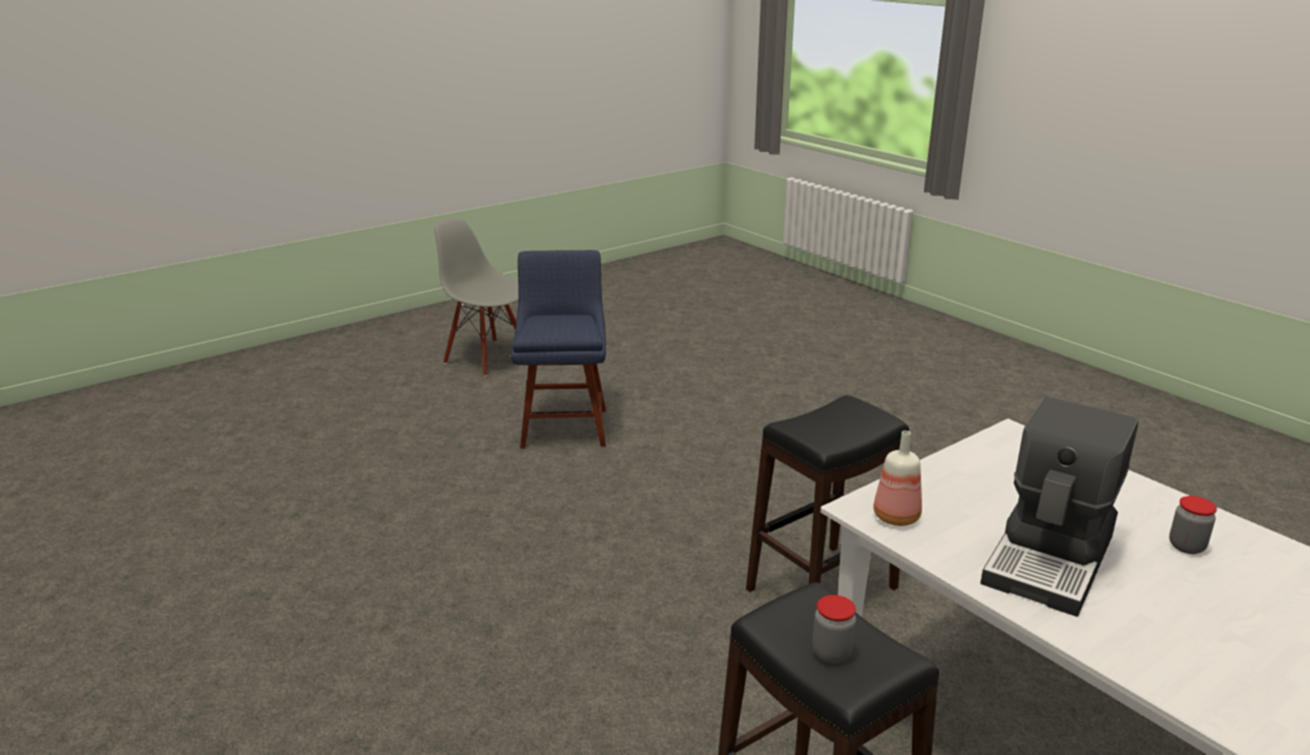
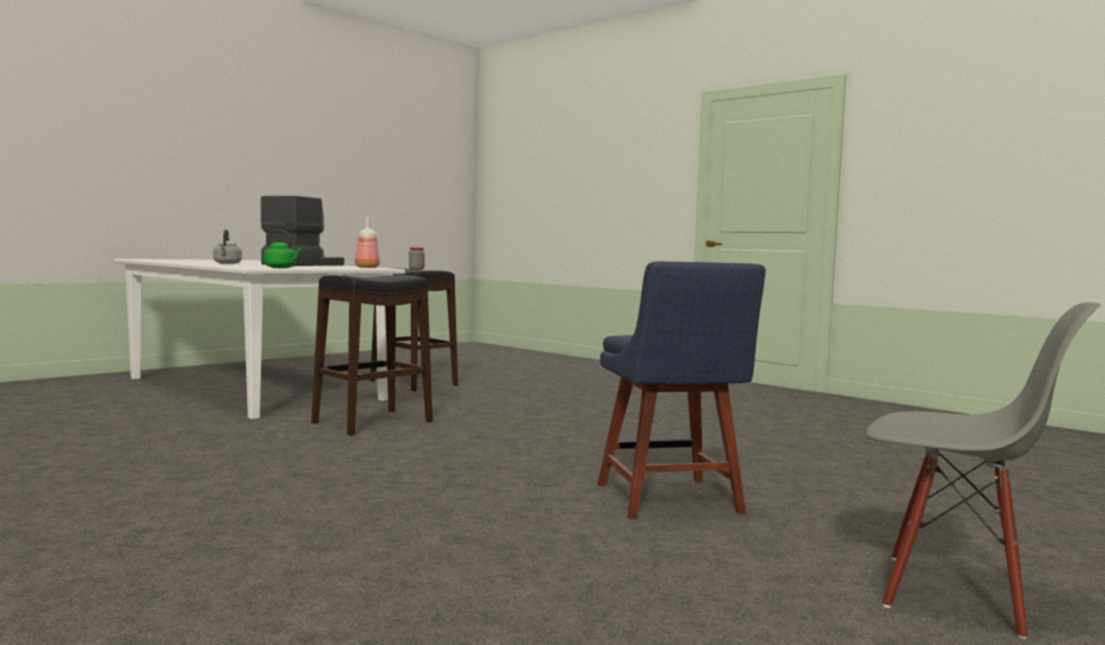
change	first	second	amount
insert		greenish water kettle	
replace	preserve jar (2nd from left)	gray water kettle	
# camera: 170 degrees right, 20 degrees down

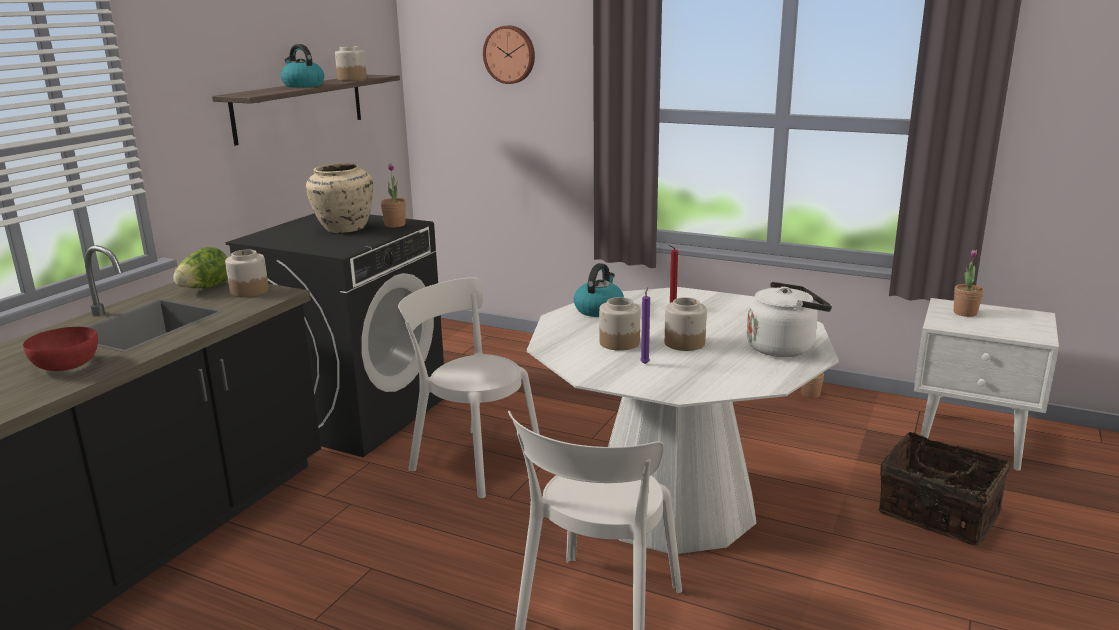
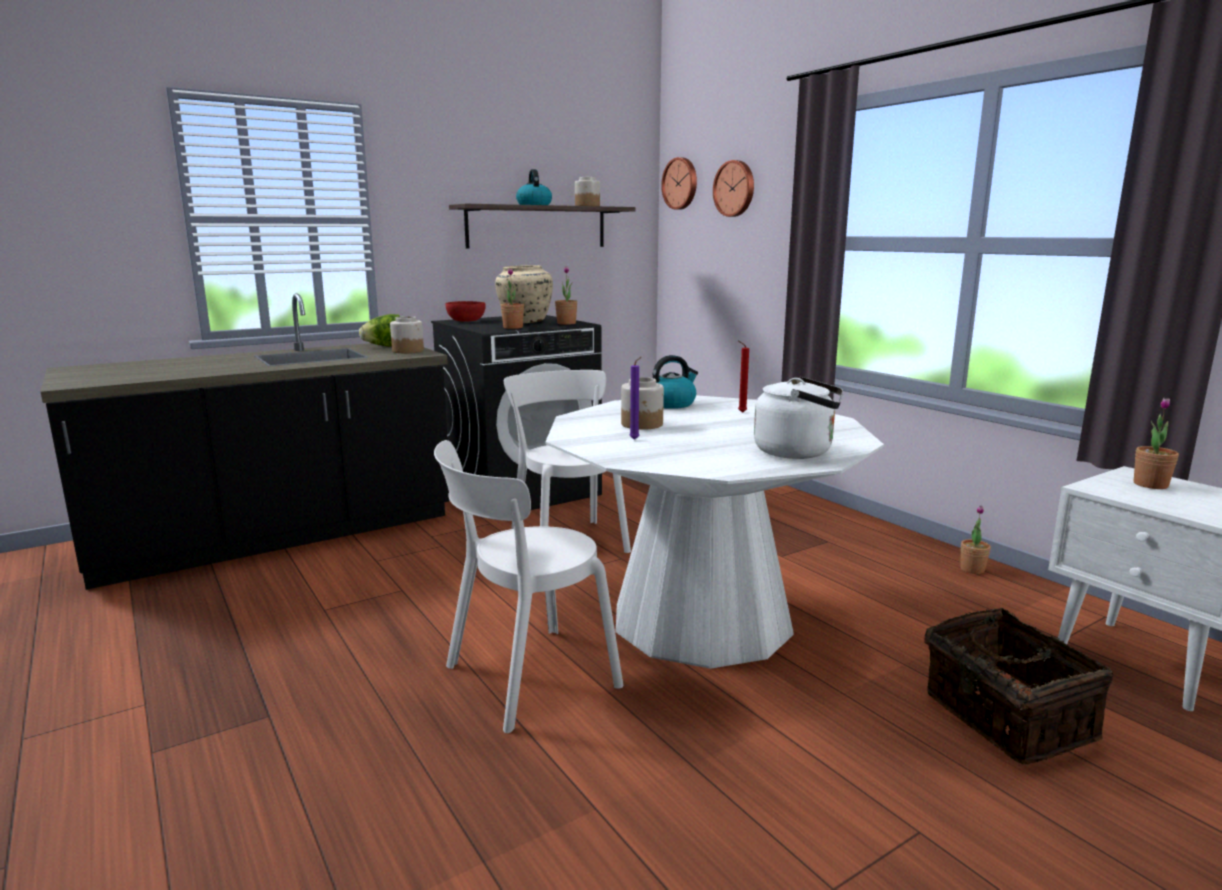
change	first	second	amount
delete	preserve jar (4th from left)		
insert		houseplant (1st from left)	
insert		hanging clock (1st from left)	
move	red bowl		
# camera: 30 degrees right, 5 degrees down

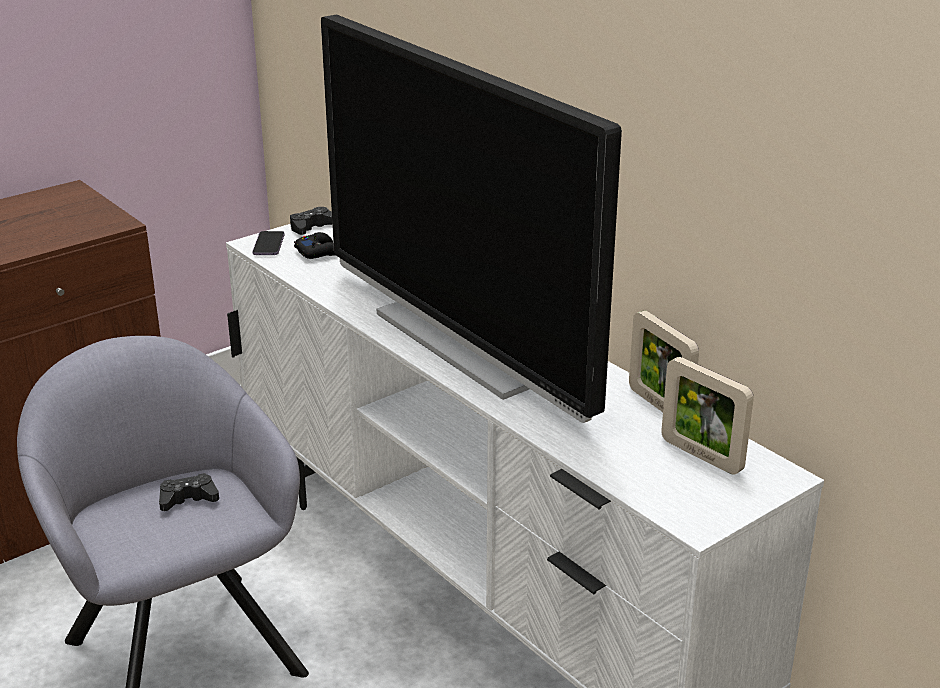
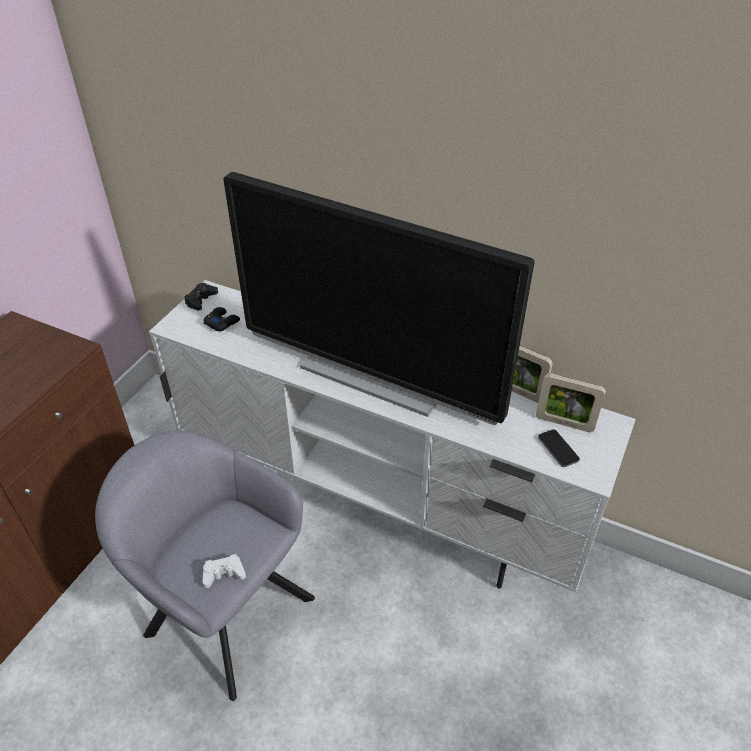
change	first	second	amount
delete	black game controller (1st from left)		
insert		whitish game controller	
move	phone		
# camera: 25 degrees left, 15 degrees up

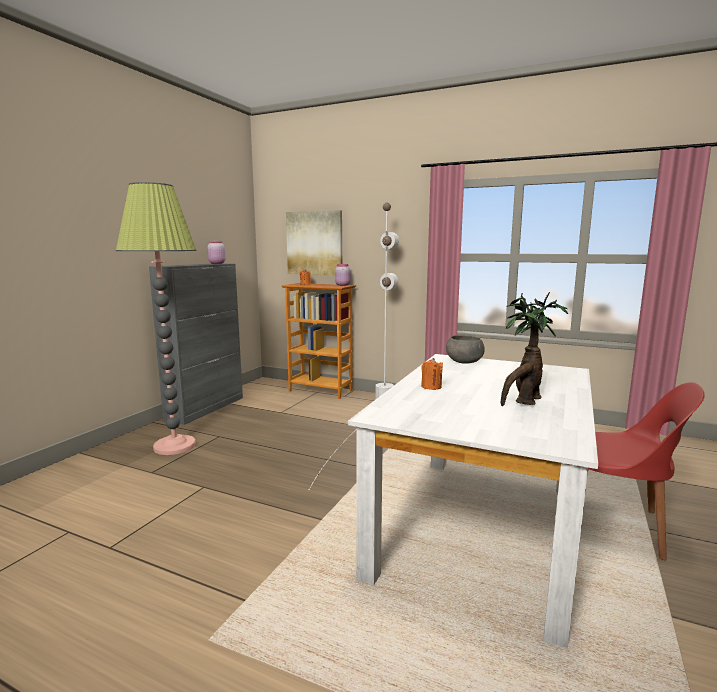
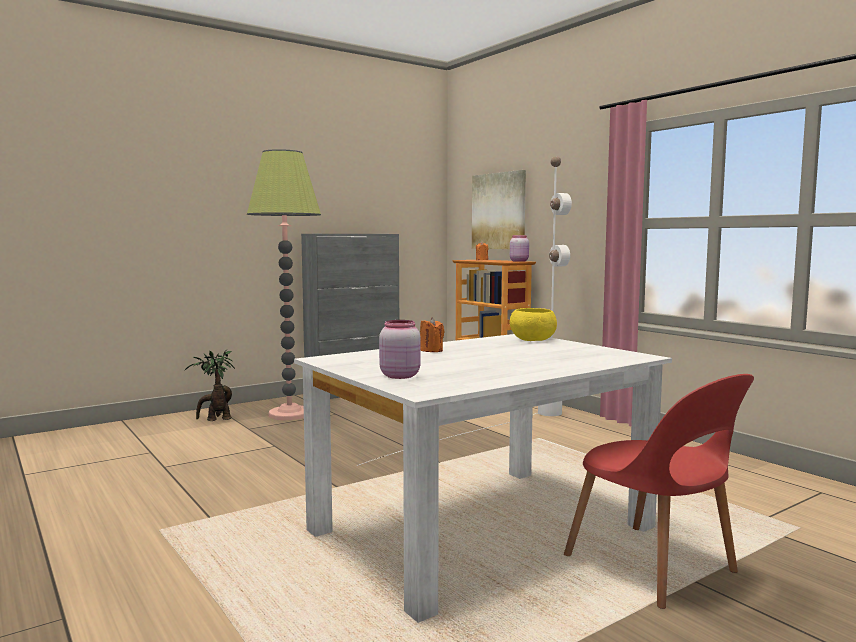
change	first	second	amount
move	pink-coloured preserve jar (1st from left)		
move	houseplant		
recolor	gray bowl	yellow bowl	
# camera: 30 degrees right, 5 degrees down

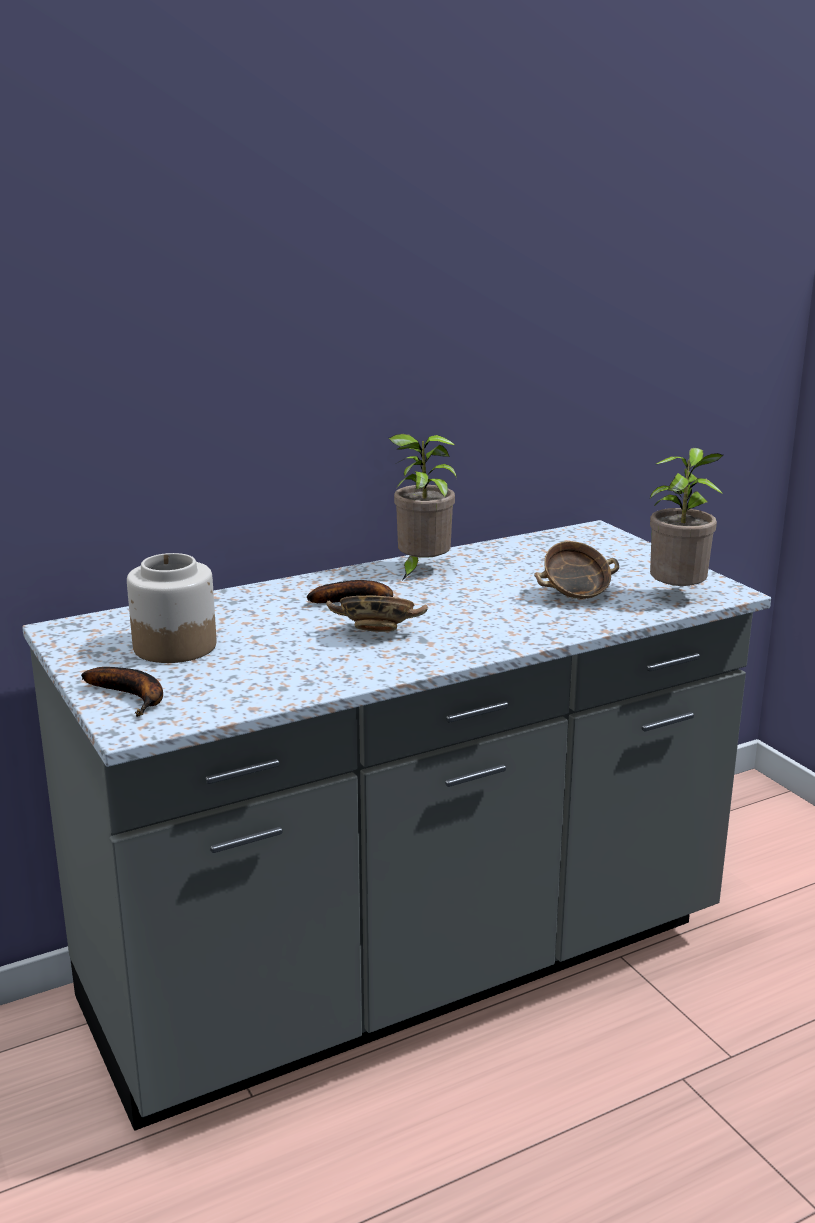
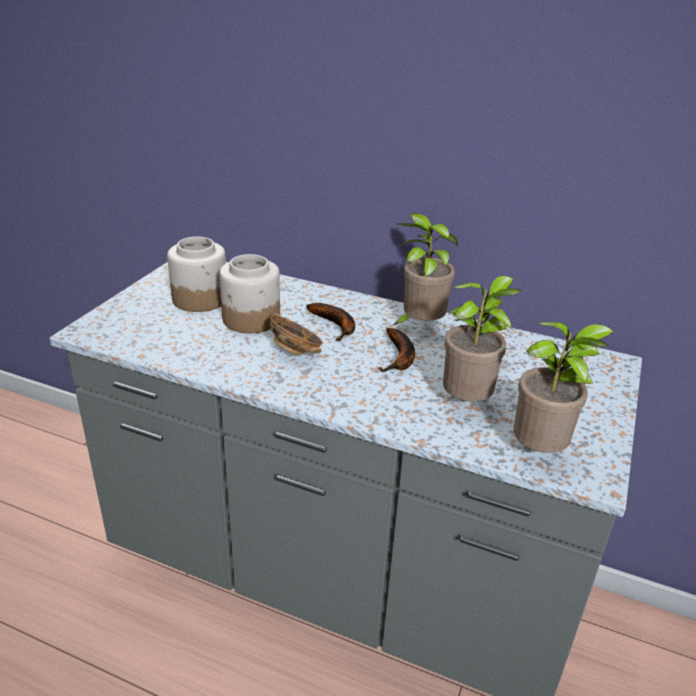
change	first	second	amount
insert		preserve jar (2nd from left)	
move	banana (1st from left in the first image)	banana (2nd from left)	
replace	bowl (2nd from left)	houseplant (2nd from left)	
# camera: 50 degrees right, 10 degrees up

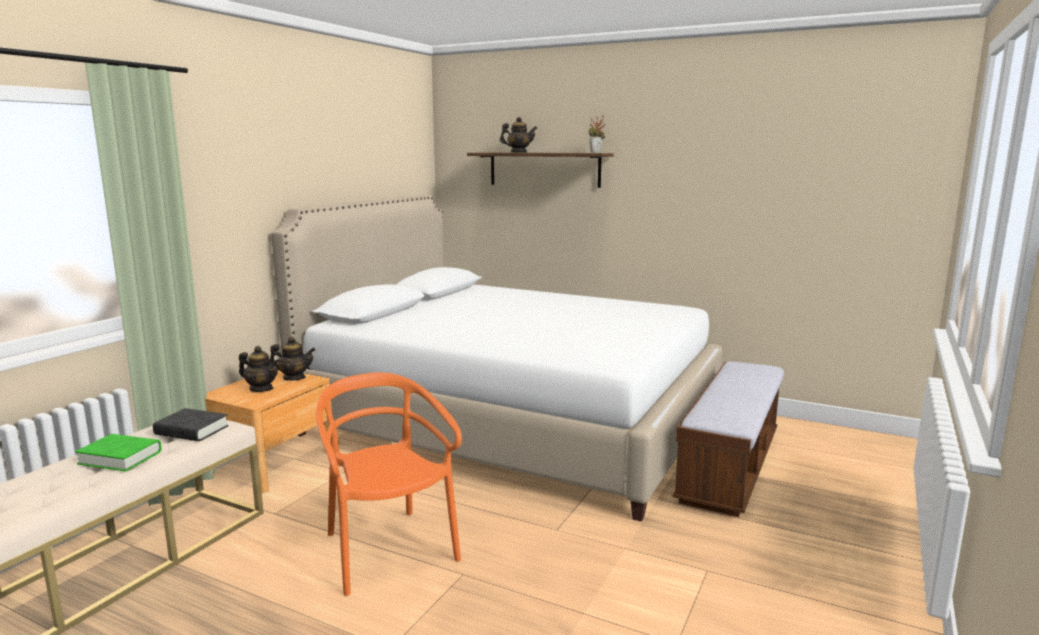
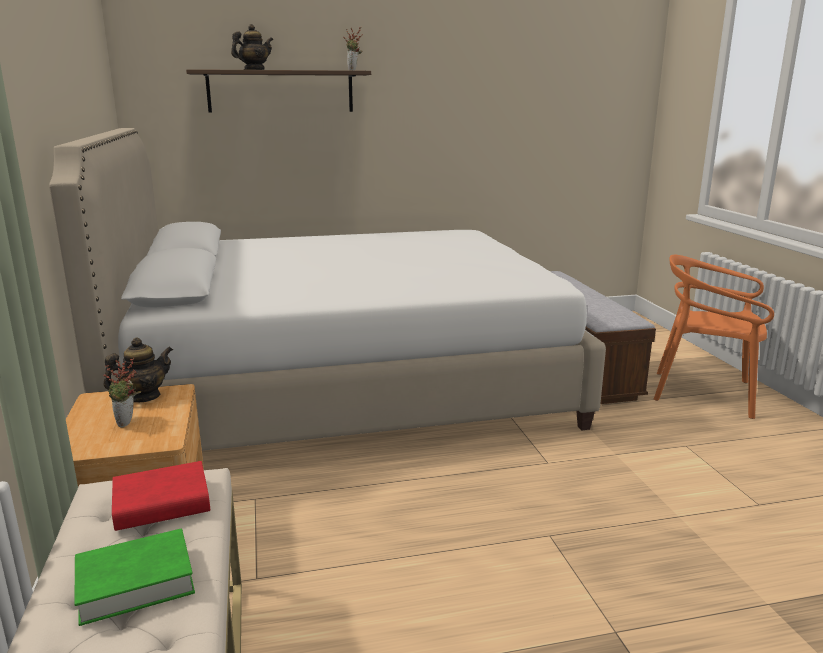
change	first	second	amount
move	orangey upright chair		
replace	pot for tea (1st from left)	houseplant (1st from left)	
recolor	black book	red book	
# camera: 40 degrees left, 5 degrees up

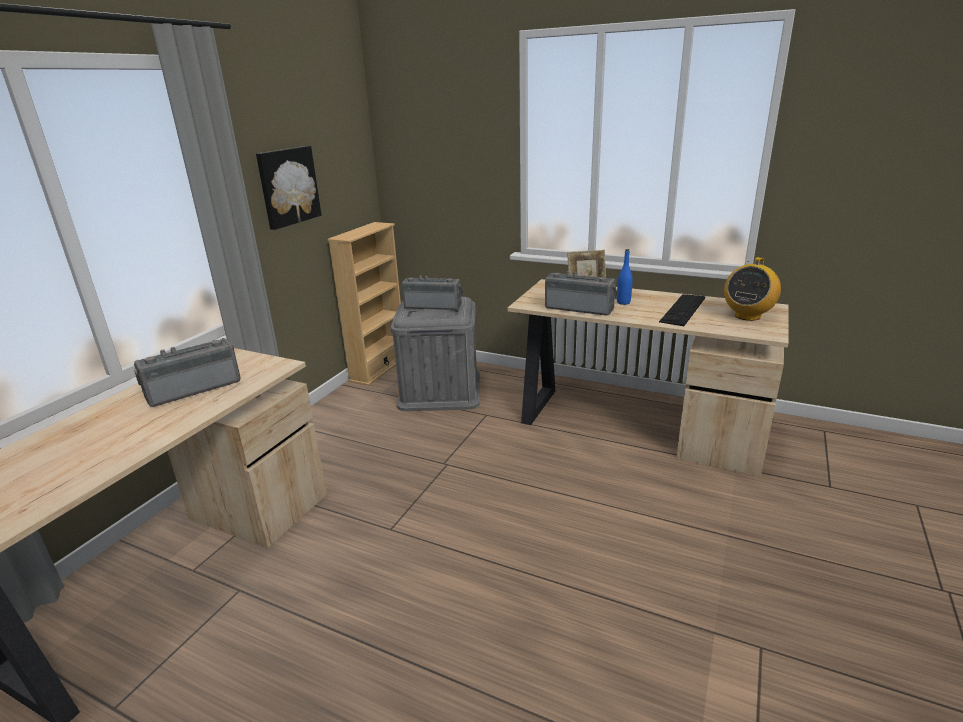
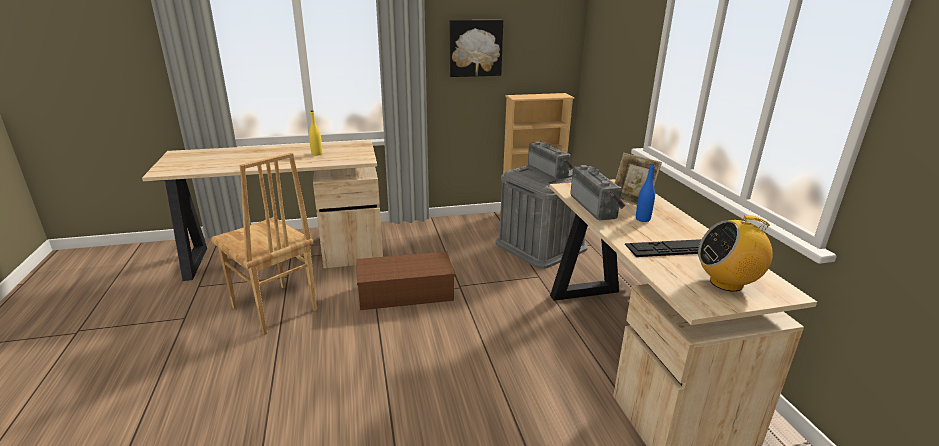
change	first	second	amount
insert		brownish upright chair	
insert		brownish storage container	
replace	radio set (1st from left)	yellow bottle	
# camera: 50 degrees right, 0 degrees up

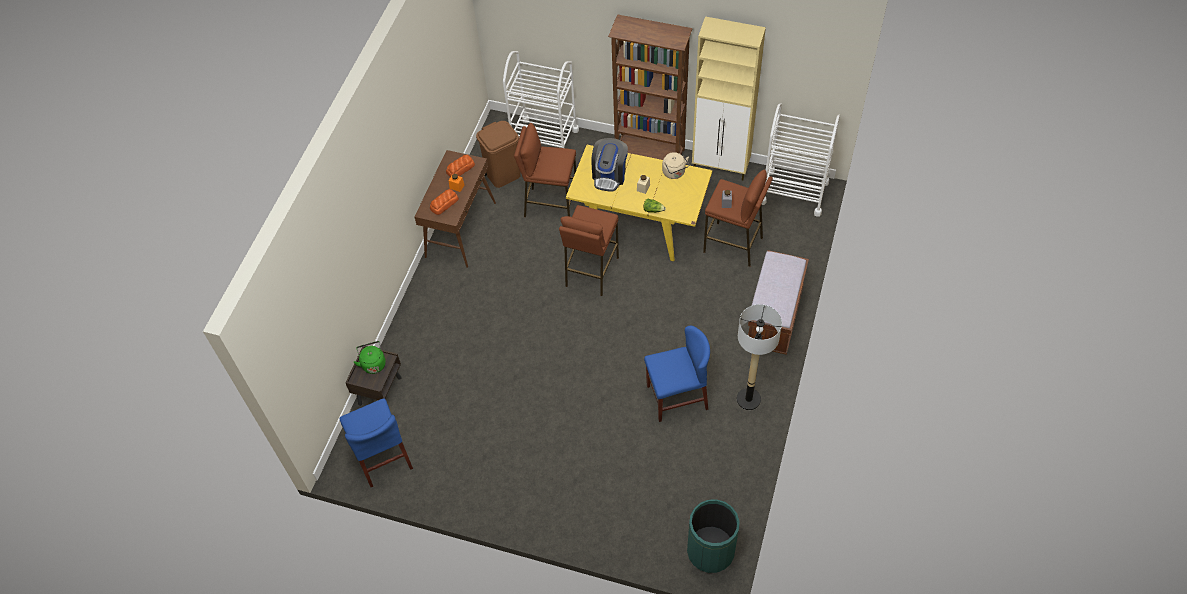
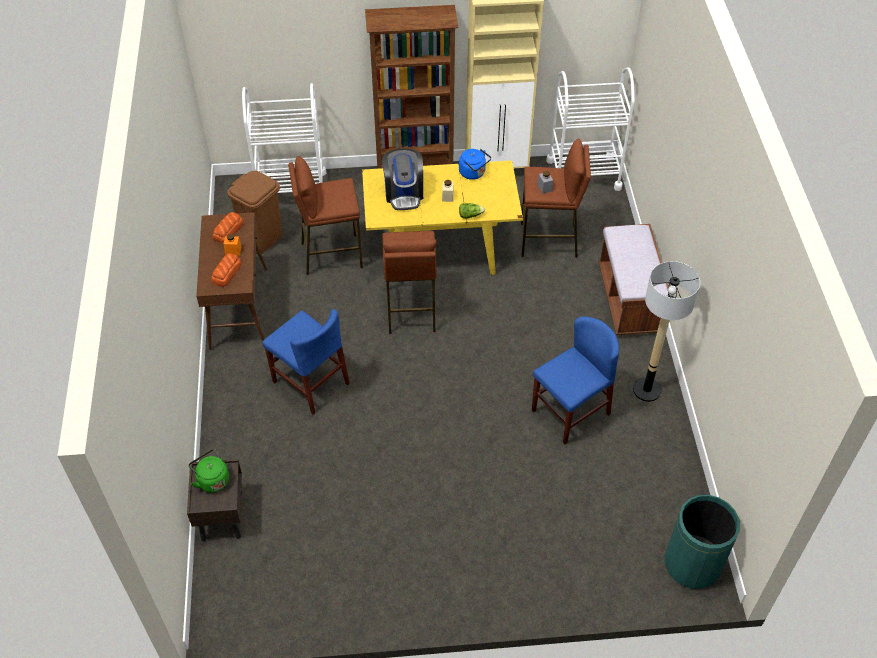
change	first	second	amount
move	blue-coloured upright chair (1st from left)		
recolor	sand-coloured water kettle	blue-coloured water kettle	
# camera: 25 degrees left, 5 degrees down

